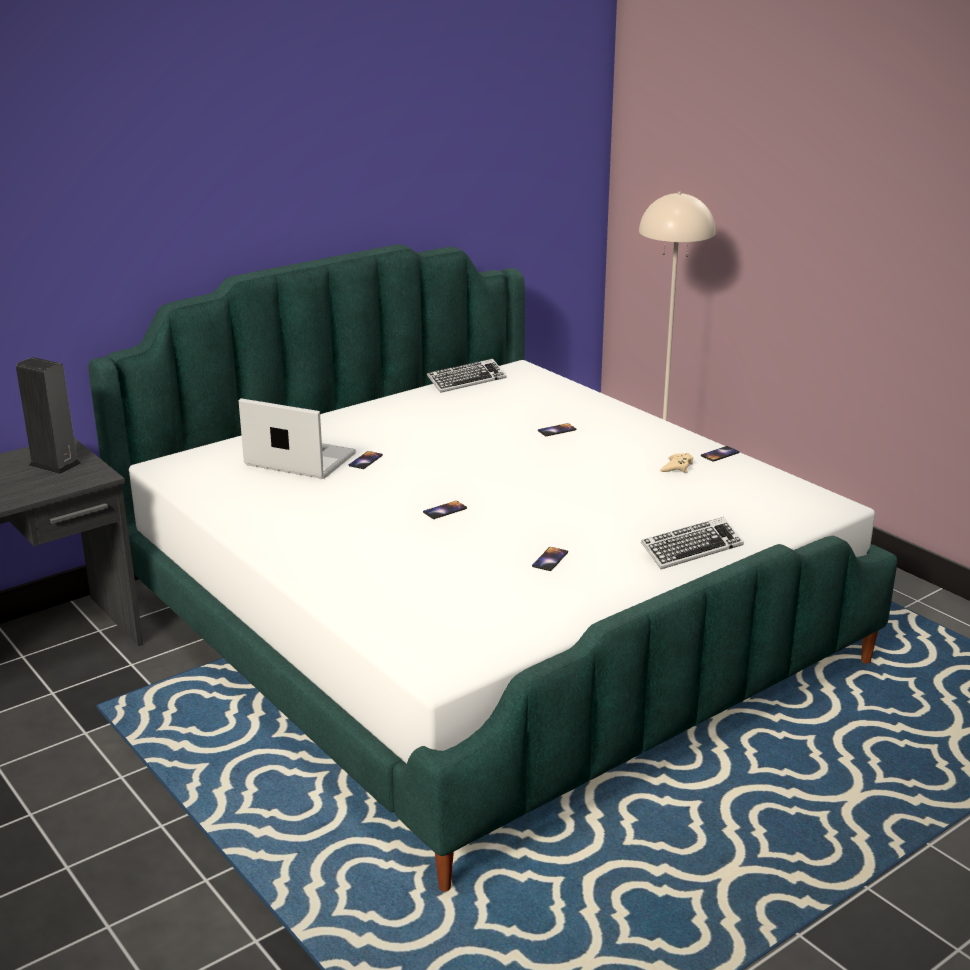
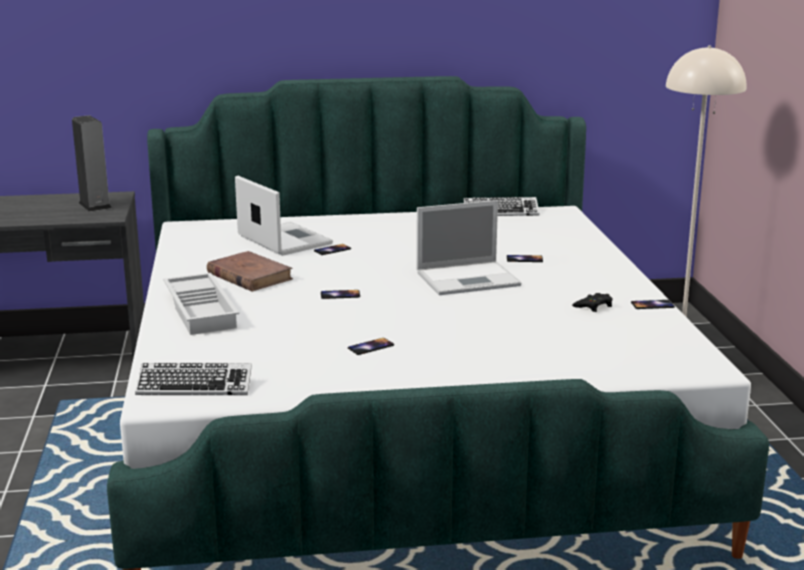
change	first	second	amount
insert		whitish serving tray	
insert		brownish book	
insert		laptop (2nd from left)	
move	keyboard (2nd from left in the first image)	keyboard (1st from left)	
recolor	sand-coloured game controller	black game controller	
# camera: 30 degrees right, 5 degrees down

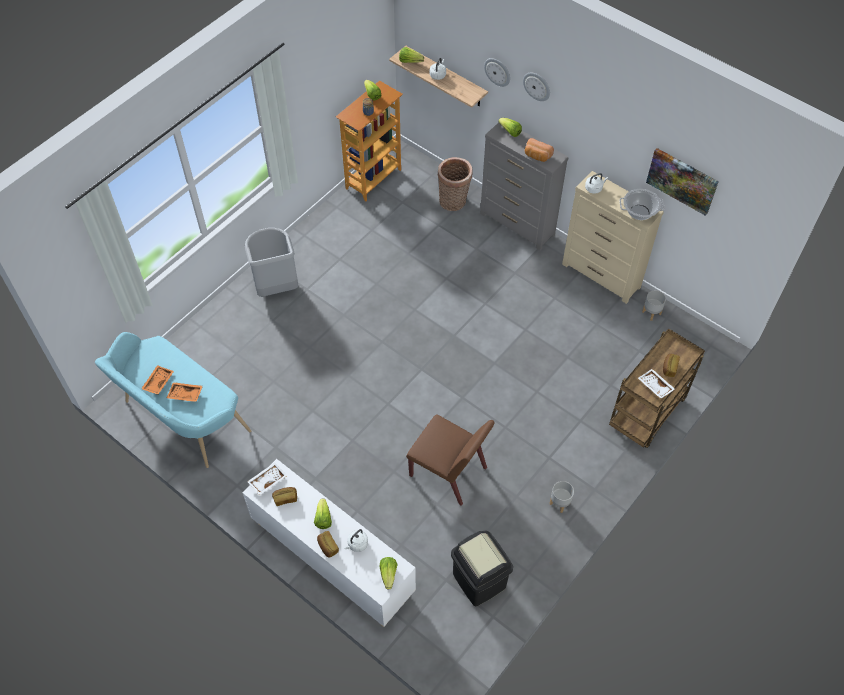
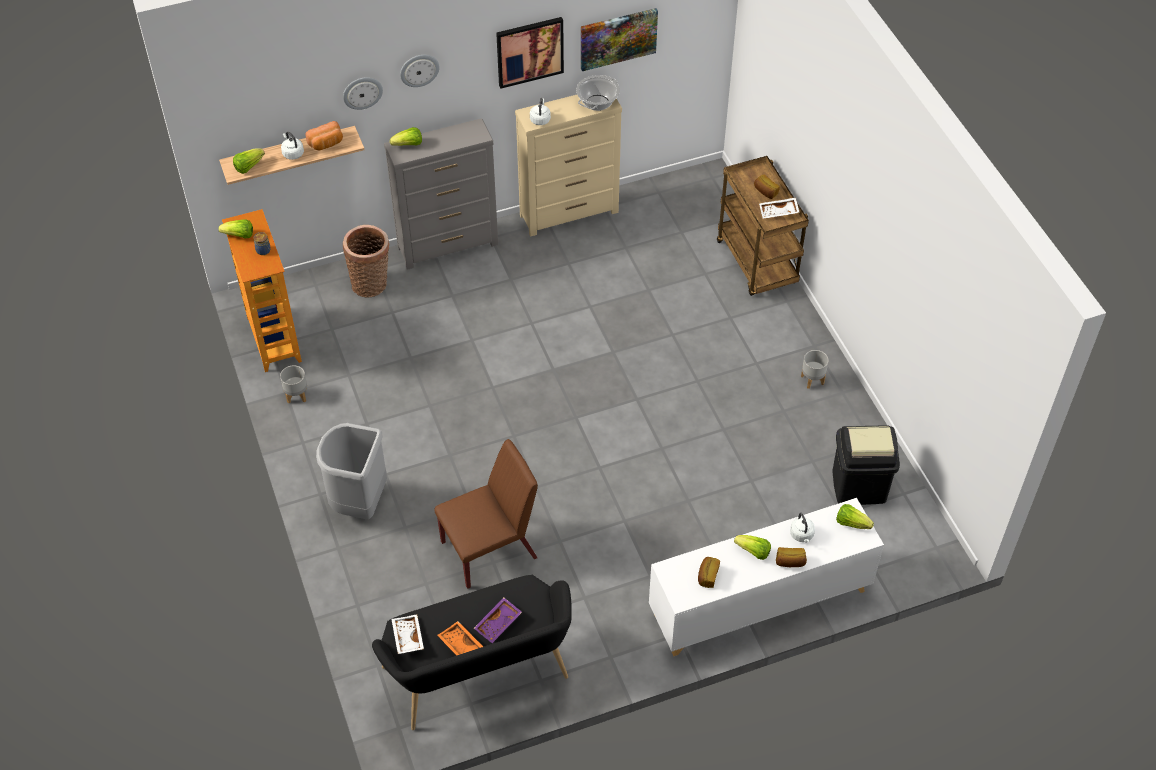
change	first	second	amount
insert		picture (1st from left)	
move	whitish serving tray (1st from left)		
move	brownish upright chair		
move	bread (3rd from left in the first image)	bread (1st from left)	
move	gray flower pot (2nd from left in the first image)	gray flower pot (1st from left)	
recolor	blue-green long seat	black long seat	
recolor	orangey serving tray (2nd from left)	purplish serving tray	
# camera: 60 degrees left, 5 degrees down

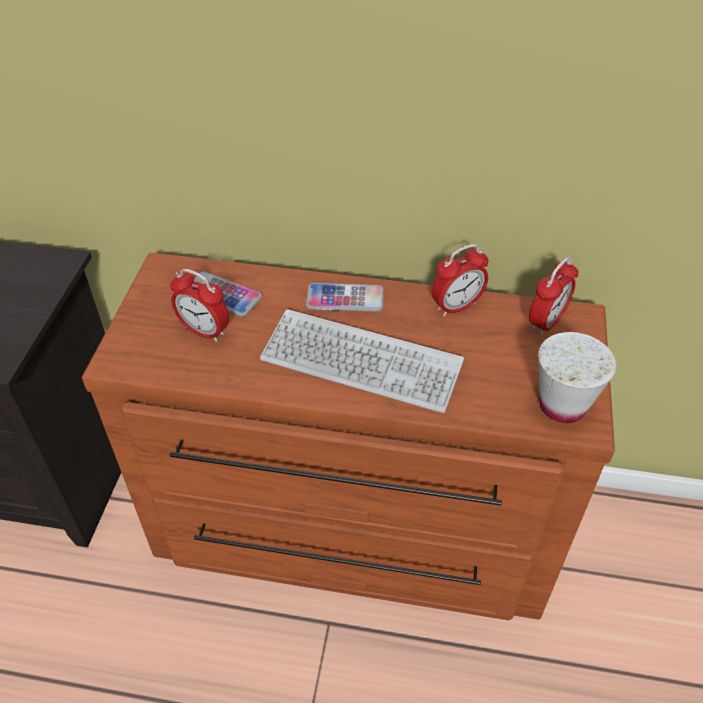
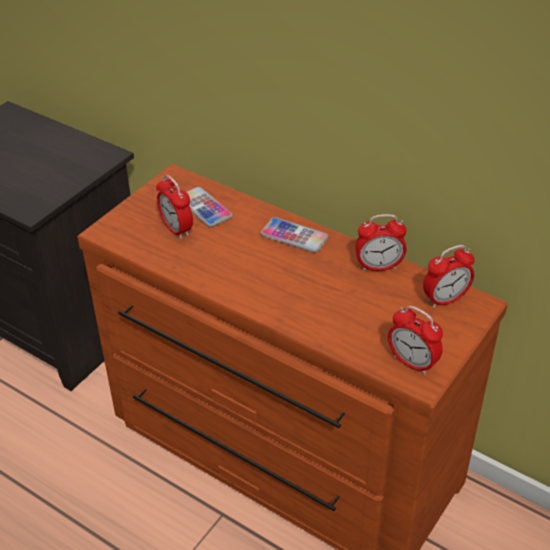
change	first	second	amount
delete	keyboard		
replace	whitish drinking cup	table clock (3rd from left)	
# camera: 25 degrees right, 5 degrees down

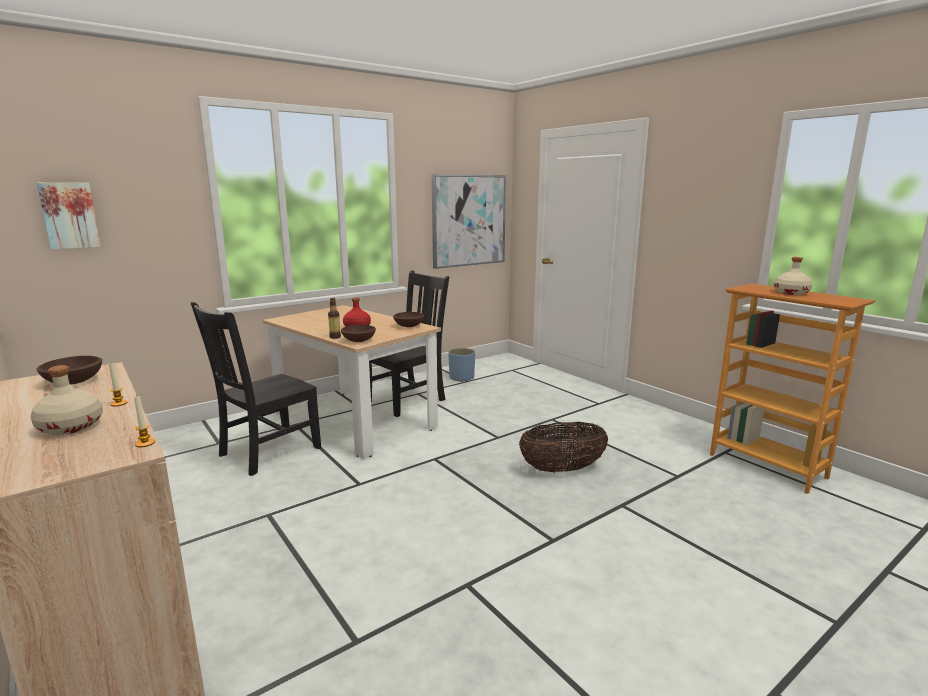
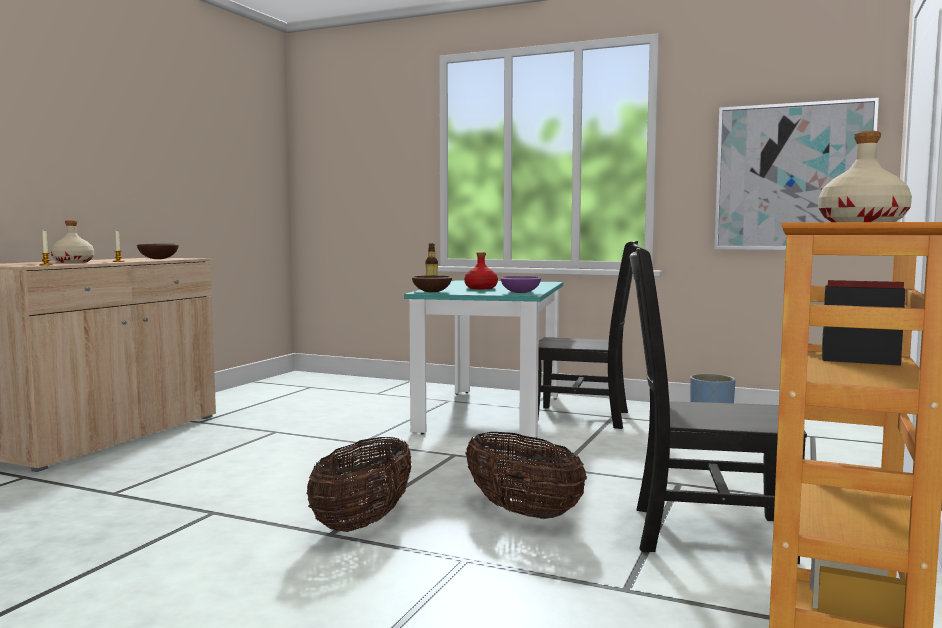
change	first	second	amount
delete	picture (1st from left)		
insert		household basket (1st from left)	
move	black upright chair (1st from left in the first image)	black upright chair (2nd from left)	
recolor	sand-coloured kitchen table	blue-green kitchen table	
recolor	brownish bowl (3rd from left)	purplish bowl	
# camera: 60 degrees right, 10 degrees down

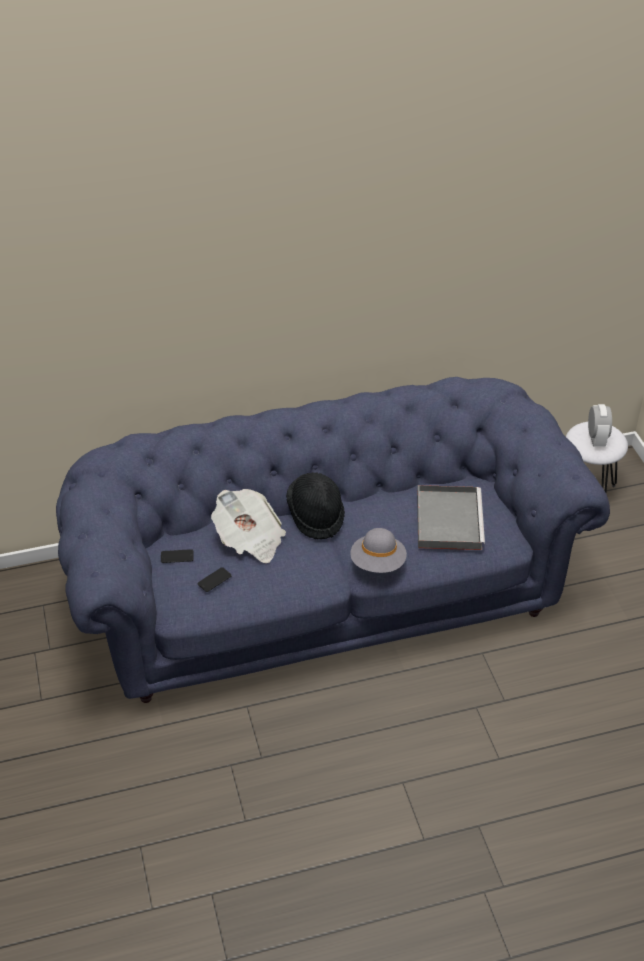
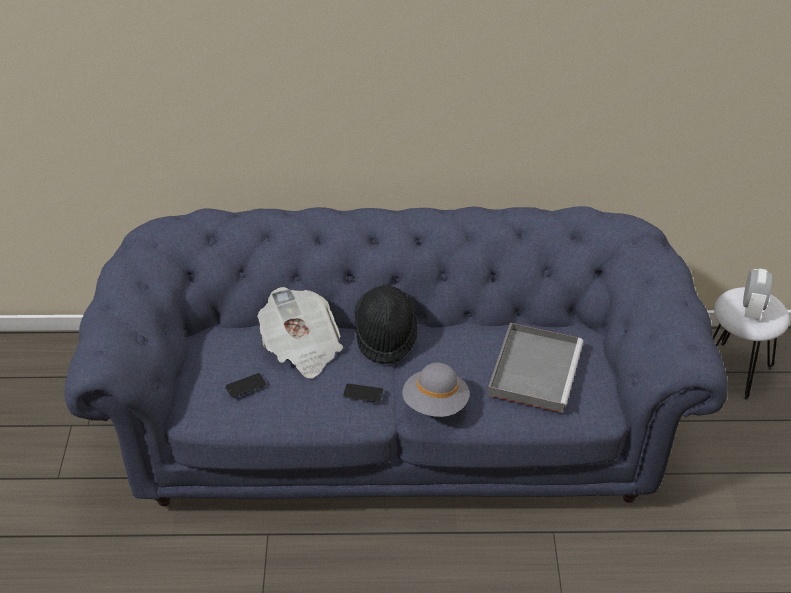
change	first	second	amount
move	phone (1st from left in the first image)	phone (2nd from left)	
# camera: 15 degrees right, 0 degrees up

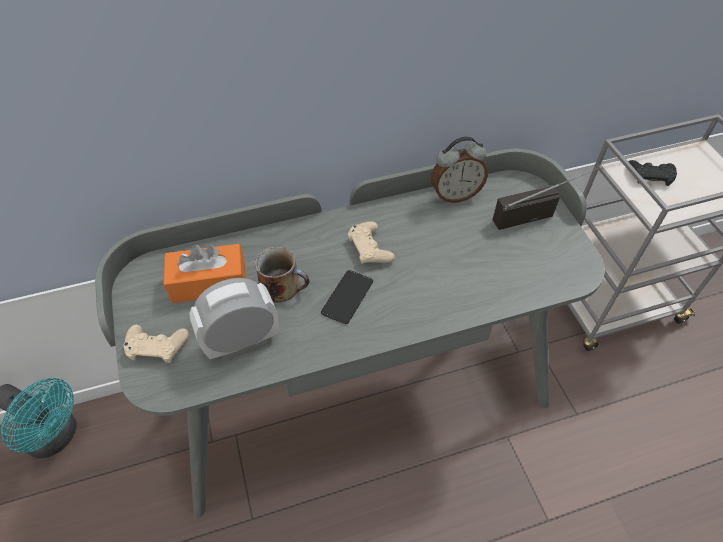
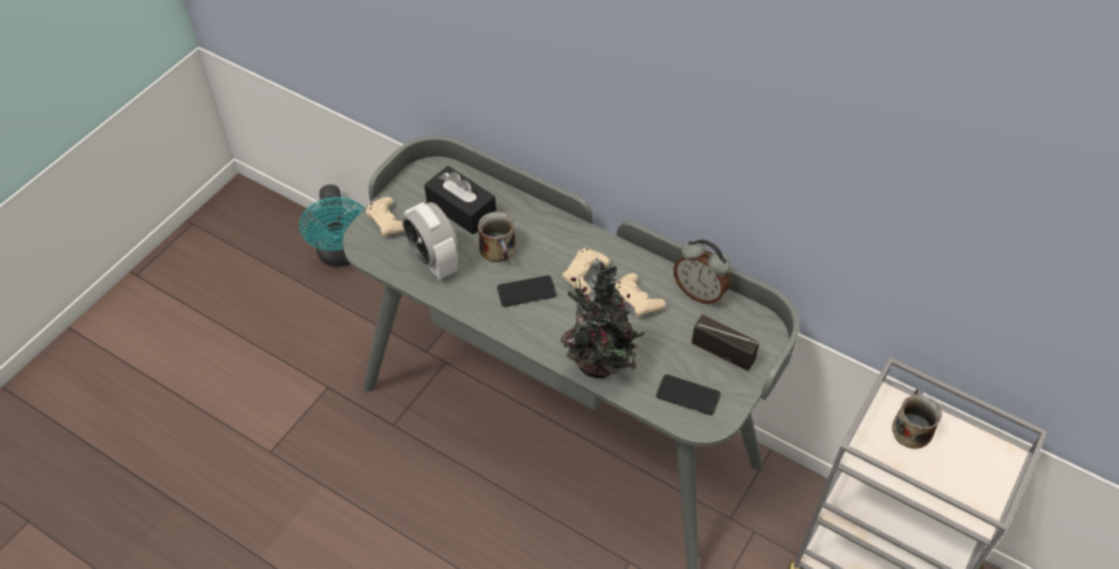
change	first	second	amount
insert		houseplant	
insert		sand-coloured game controller (3rd from left)	
insert		phone (2nd from left)	
replace	black game controller	coffee mug (2nd from left)	
recolor	orangey tissue box	black tissue box	
rotate	table clock (1st from left)		150 degrees counterclockwise
# camera: 50 degrees right, 0 degrees up

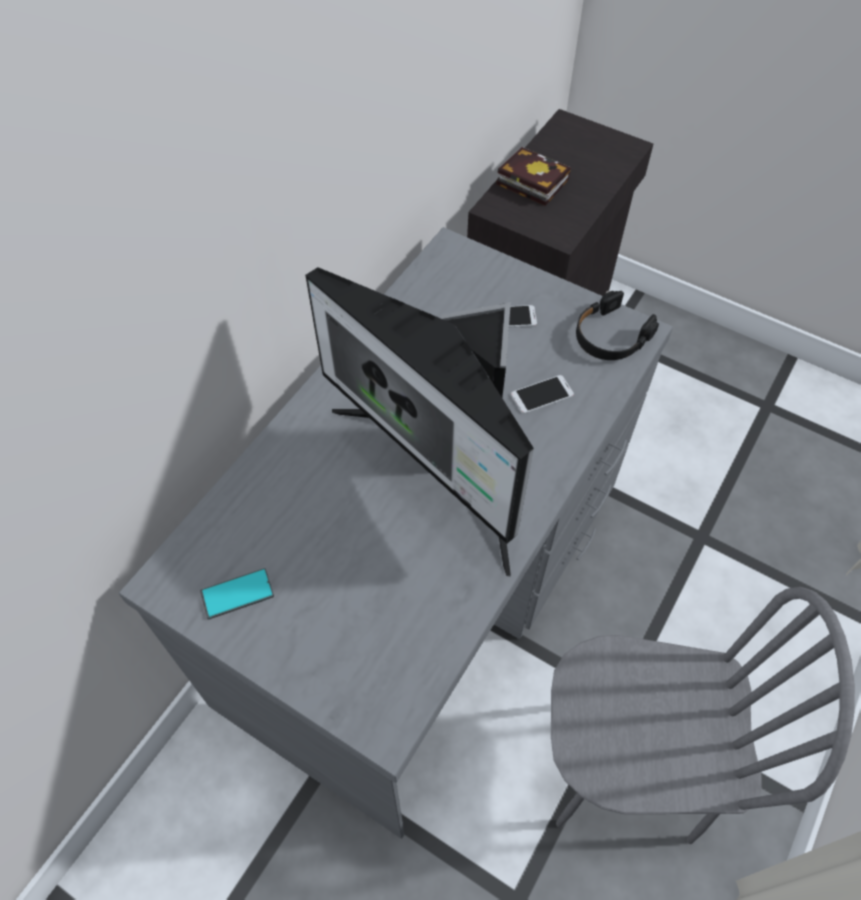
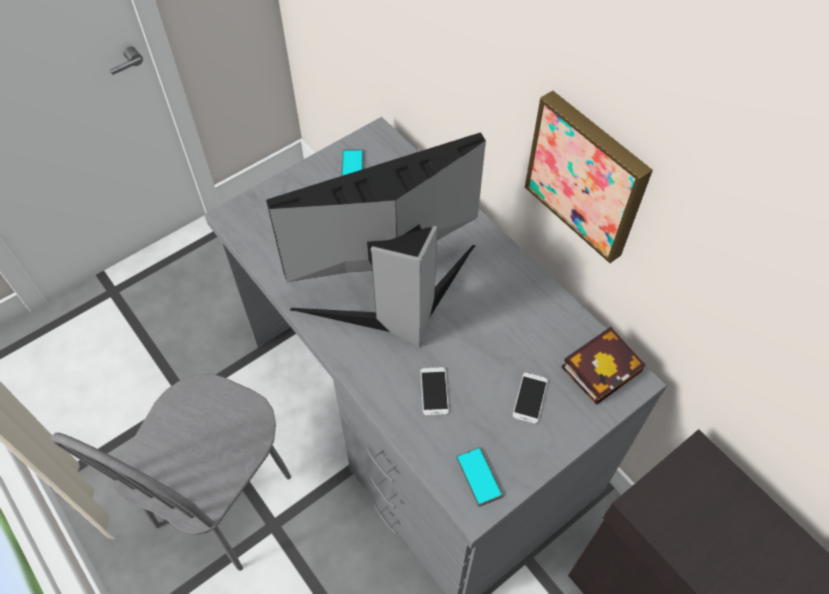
change	first	second	amount
insert		picture	
move	book		
replace	black headset	phone (3rd from left)	
# camera: 110 degrees right, 0 degrees up

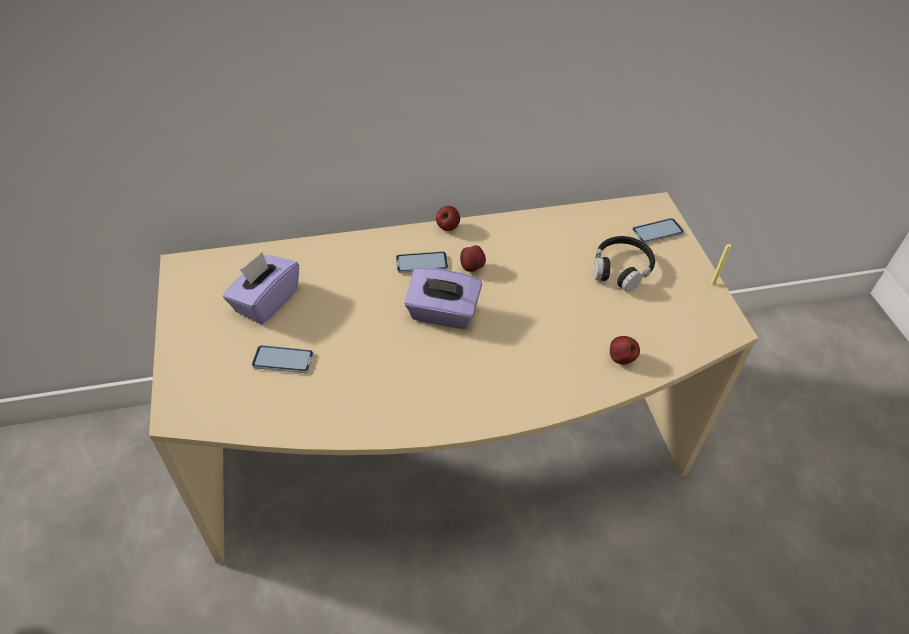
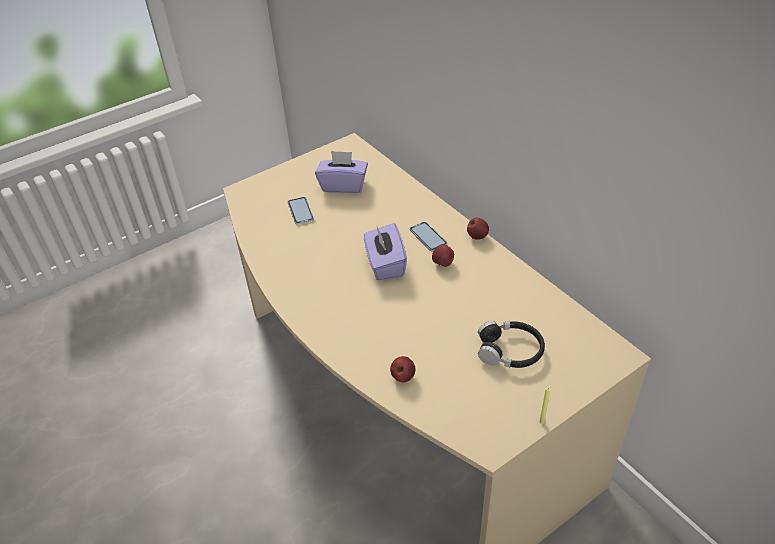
change	first	second	amount
delete	phone (3rd from left)		
# camera: 70 degrees right, 5 degrees down

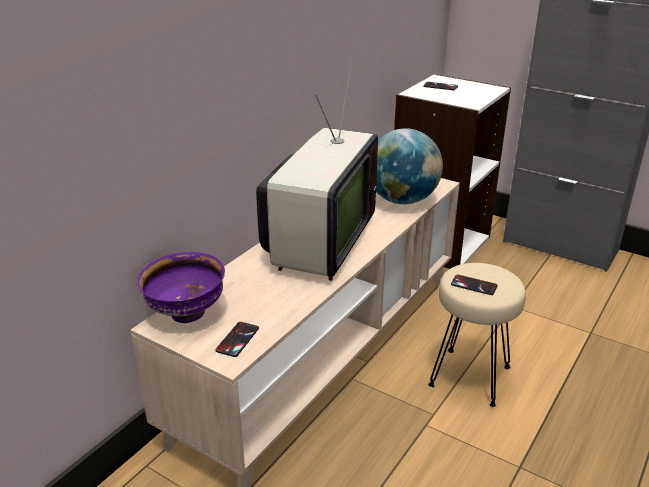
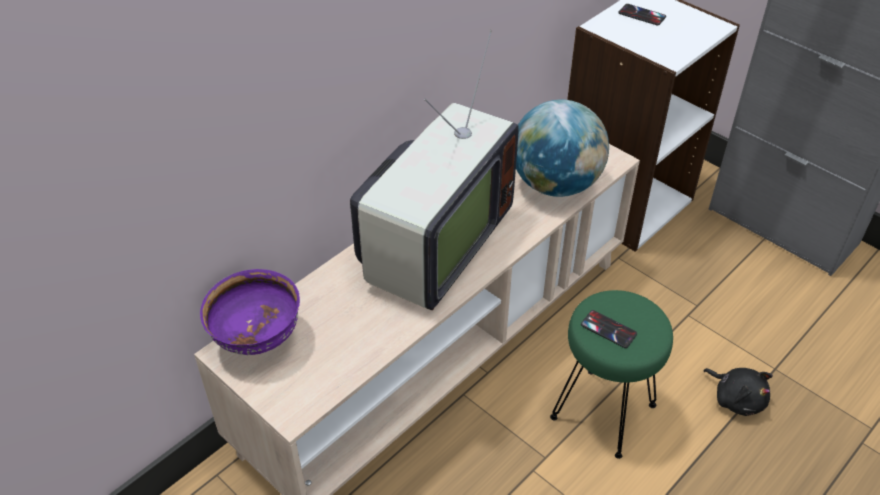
change	first	second	amount
delete	phone (1st from left)		
insert		black cuddly toy	
recolor	sand-coloured stool seat	greenish stool seat	
# camera: 10 degrees right, 15 degrees up

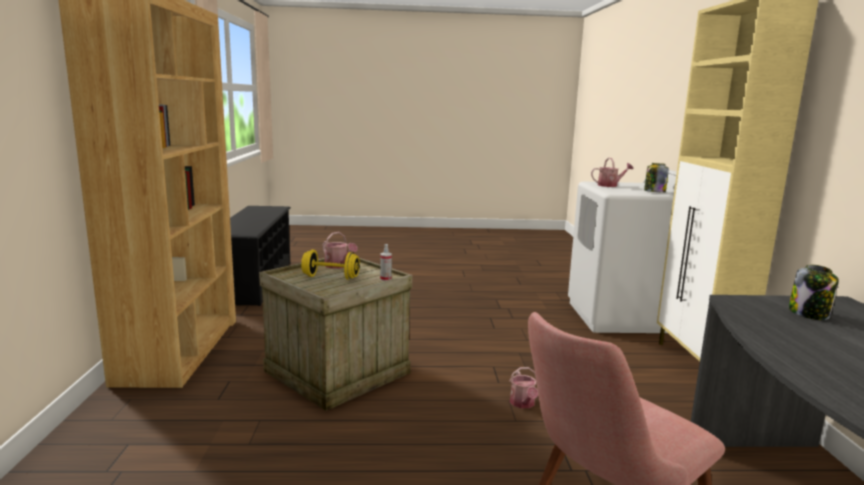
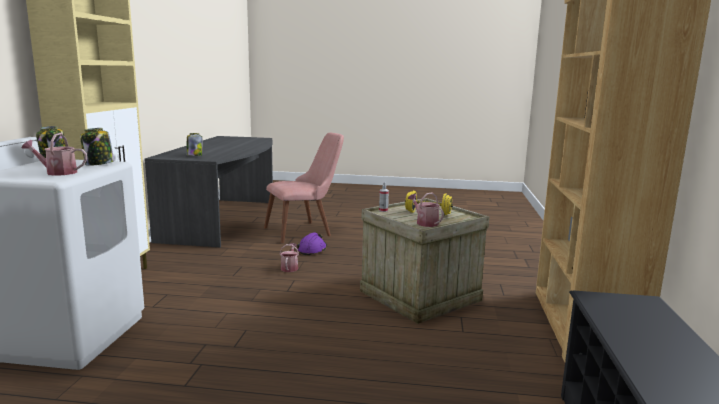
change	first	second	amount
insert		preserve jar (2nd from left)	
insert		purplish safety helmet	
# camera: 170 degrees left, 0 degrees up

